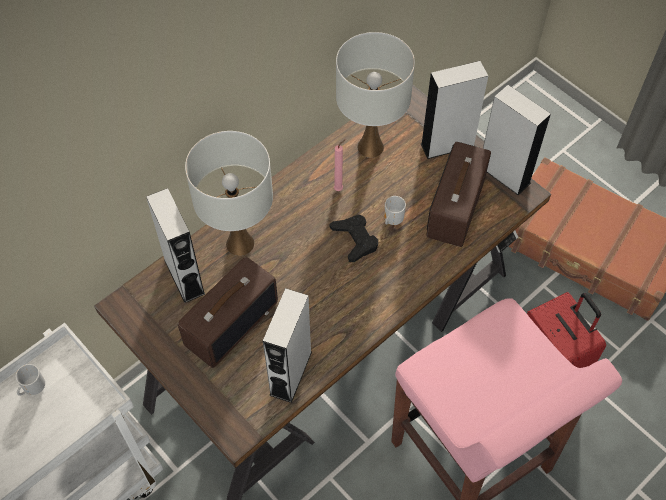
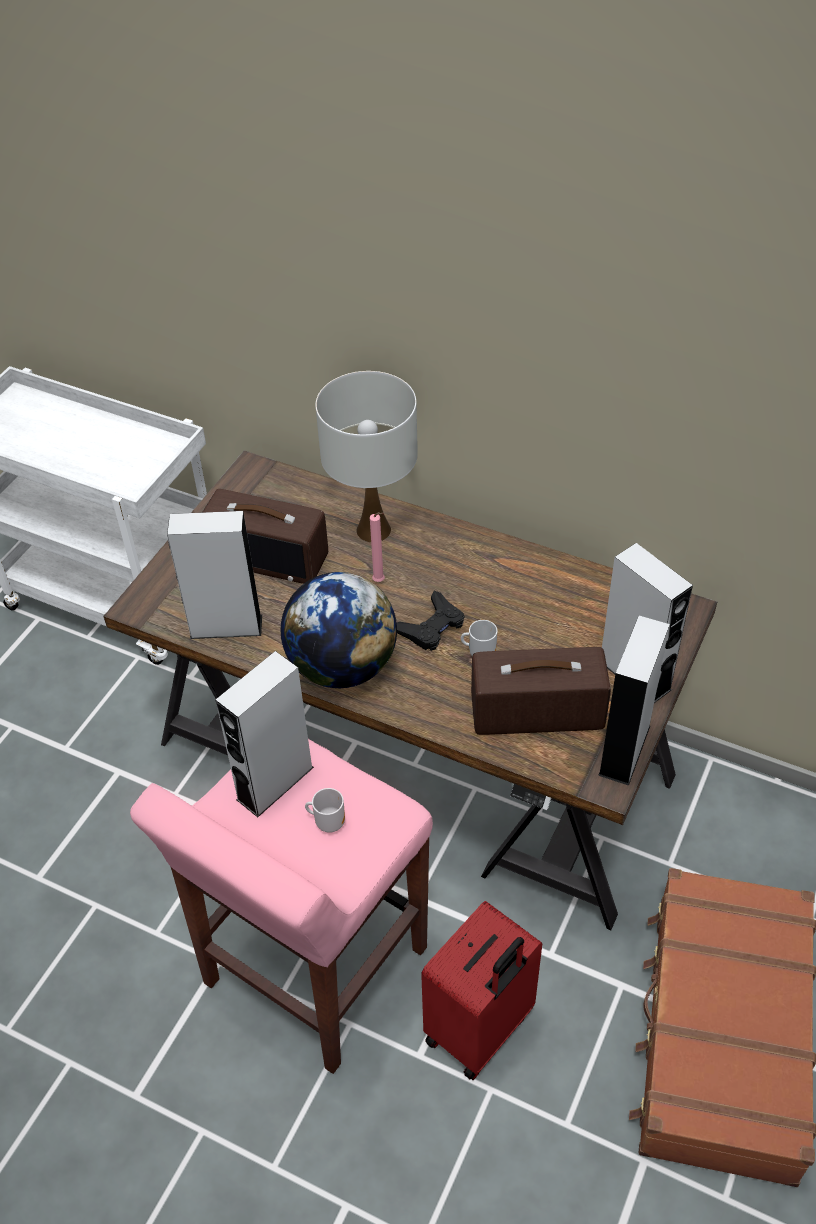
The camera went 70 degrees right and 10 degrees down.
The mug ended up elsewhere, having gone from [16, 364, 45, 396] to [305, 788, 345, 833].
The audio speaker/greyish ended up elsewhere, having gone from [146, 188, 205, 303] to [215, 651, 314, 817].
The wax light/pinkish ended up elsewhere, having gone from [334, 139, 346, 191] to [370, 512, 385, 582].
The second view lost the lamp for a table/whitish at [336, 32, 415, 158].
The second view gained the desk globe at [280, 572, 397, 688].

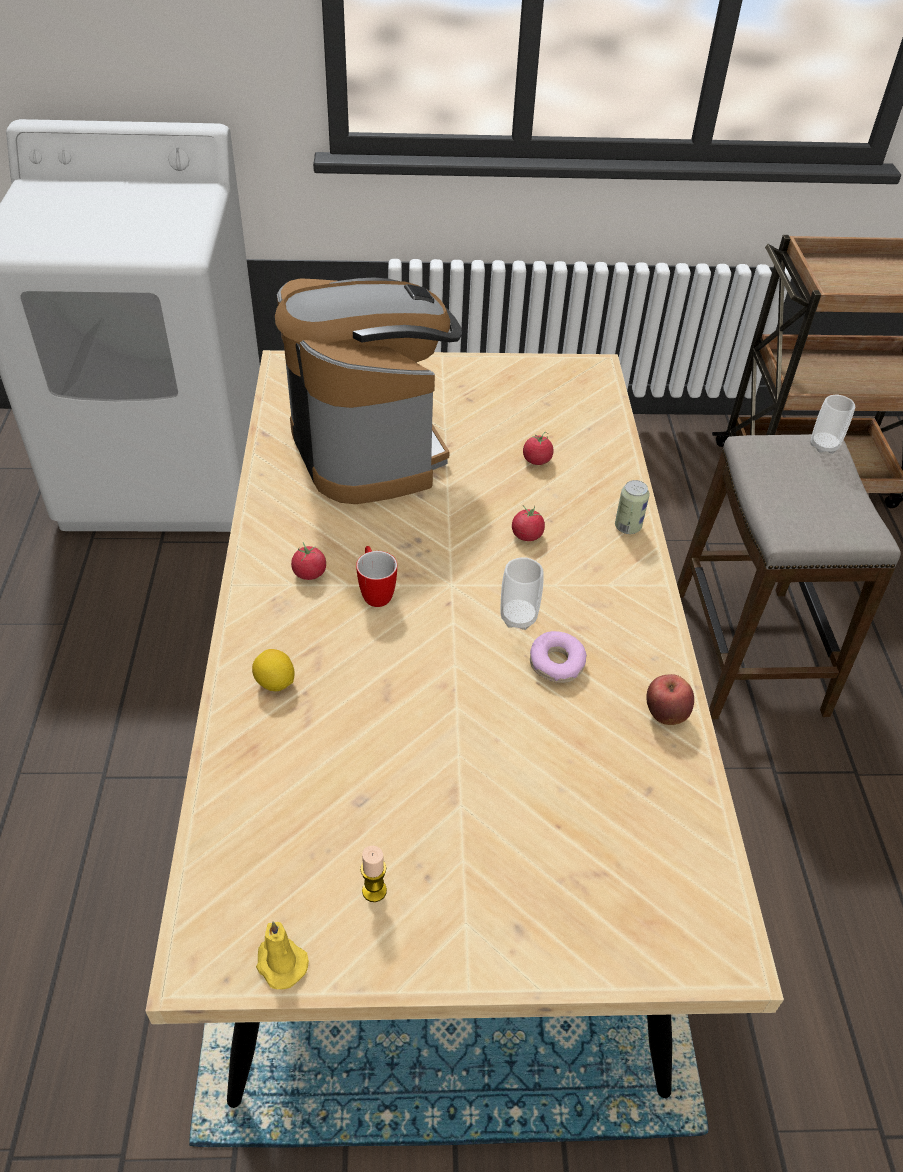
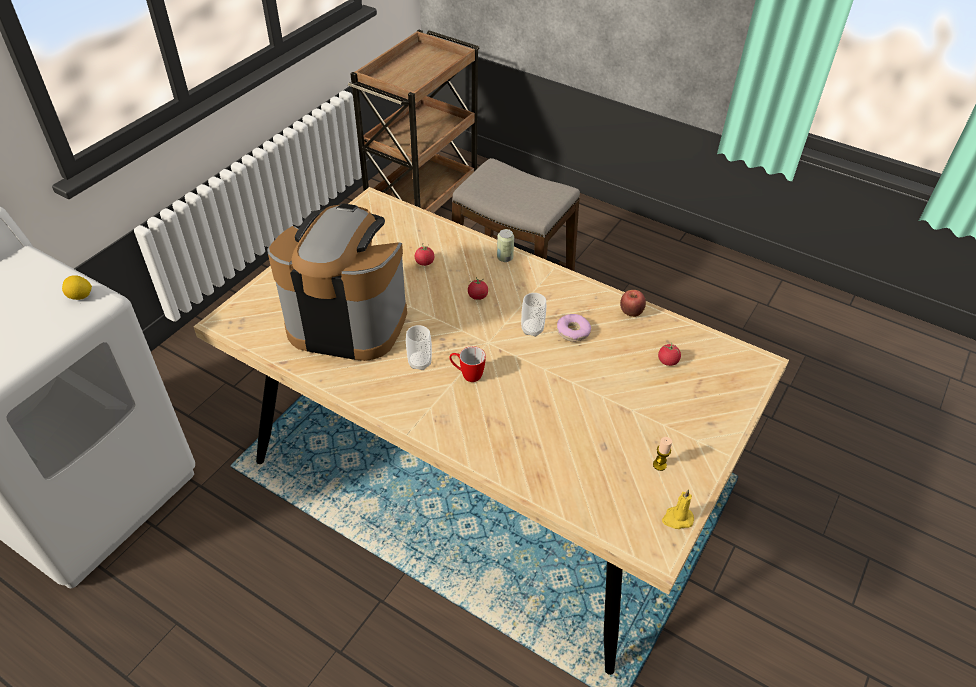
The camera went 55 degrees left and 0 degrees up.
The lemon ended up elsewhere, having gone from [252, 649, 295, 691] to [62, 275, 92, 300].
The whole tomato ended up elsewhere, having gone from [291, 542, 326, 580] to [658, 342, 681, 366].
The cup ended up elsewhere, having gone from [810, 395, 855, 454] to [406, 325, 432, 370].

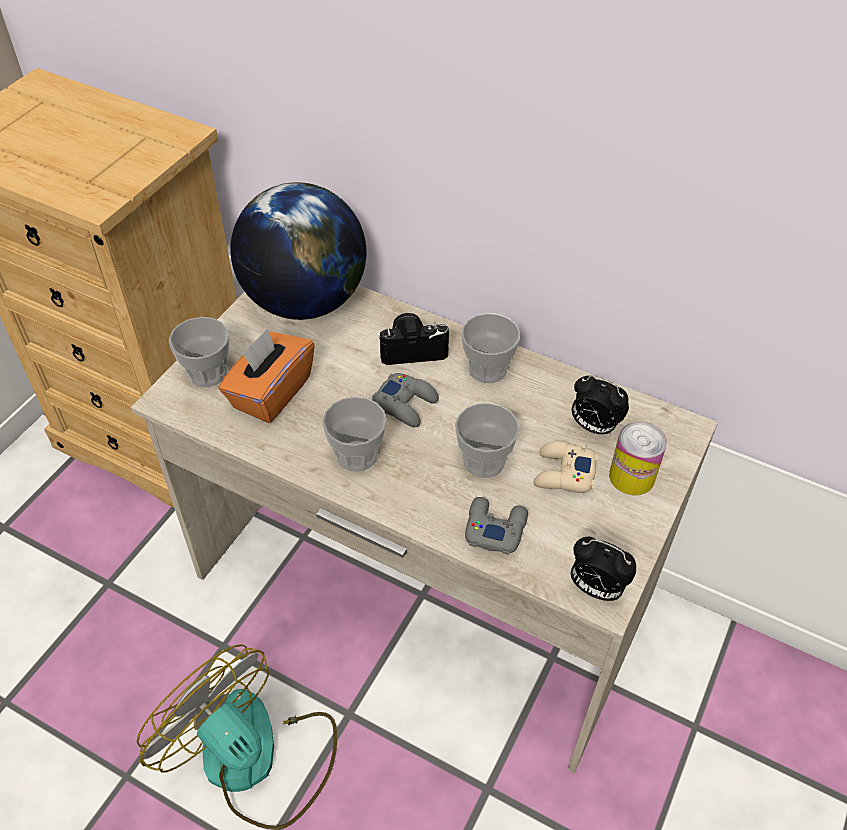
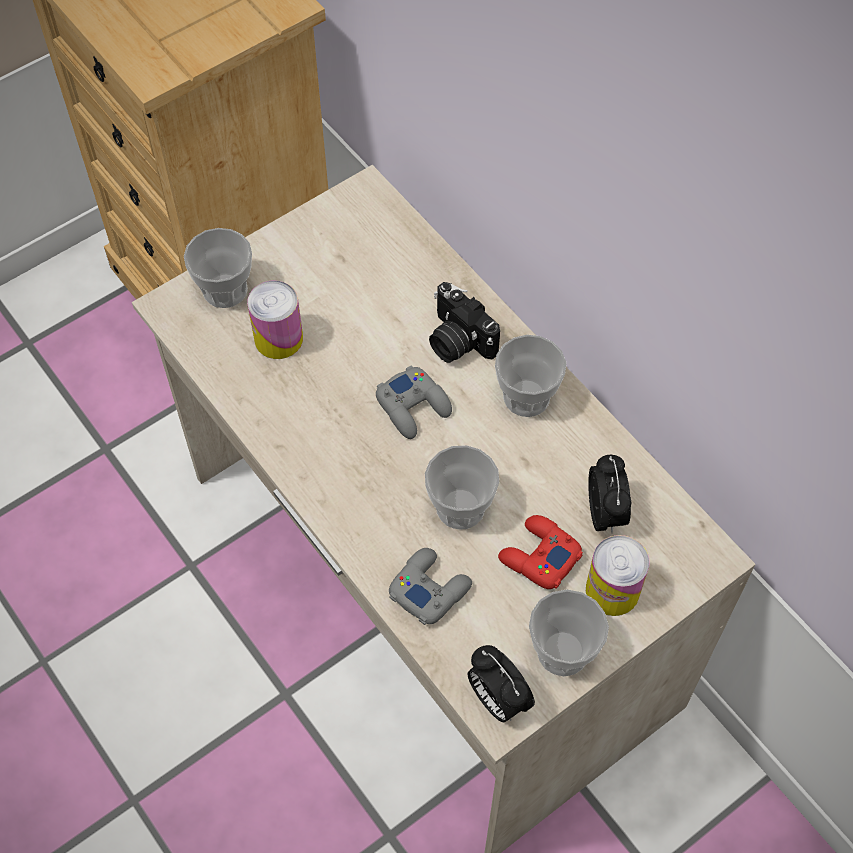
The camera went 25 degrees right and 10 degrees up.
The second view lost the electric fan at [136, 644, 337, 830].
Where the tissue holder/orange stood at [219, 328, 315, 423], the sealed can came to stand at [247, 281, 303, 359].
The second view lost the desk globe at [230, 182, 366, 320].
The cup ended up elsewhere, having gone from [322, 396, 387, 472] to [529, 589, 609, 677].
The still camera at [379, 313, 449, 365] ended up facing another way, 150 degrees counterclockwise from before.
What was the joypad/beige-coloured at [534, 441, 598, 493] turned into the joypad/reddish at [498, 515, 583, 589].
The table clock at [572, 375, 629, 436] ended up facing another way, 150 degrees counterclockwise from before.

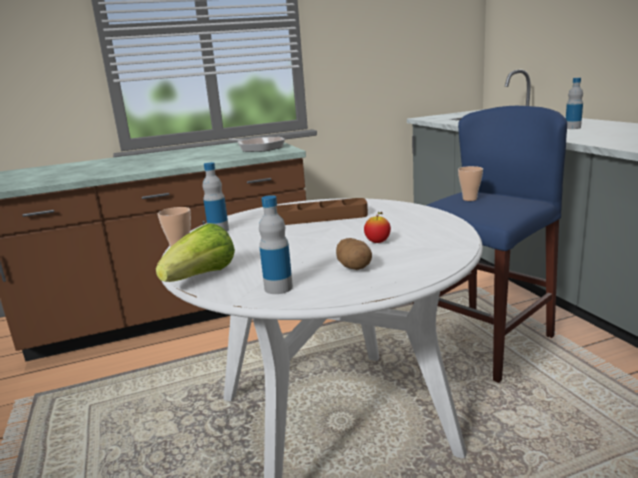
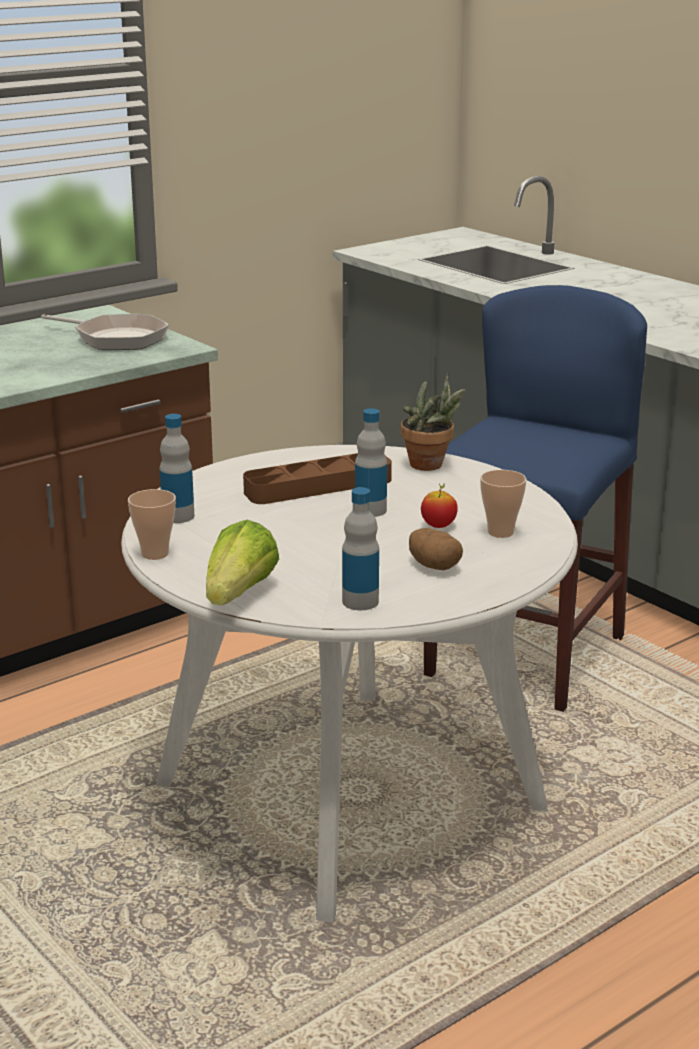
The camera went 20 degrees left and 5 degrees up.
The cup ended up elsewhere, having gone from [458, 166, 483, 201] to [480, 470, 527, 538].
The beverage bottle ended up elsewhere, having gone from [566, 78, 583, 129] to [355, 409, 387, 517].
The second view gained the houseplant at [401, 373, 466, 471].

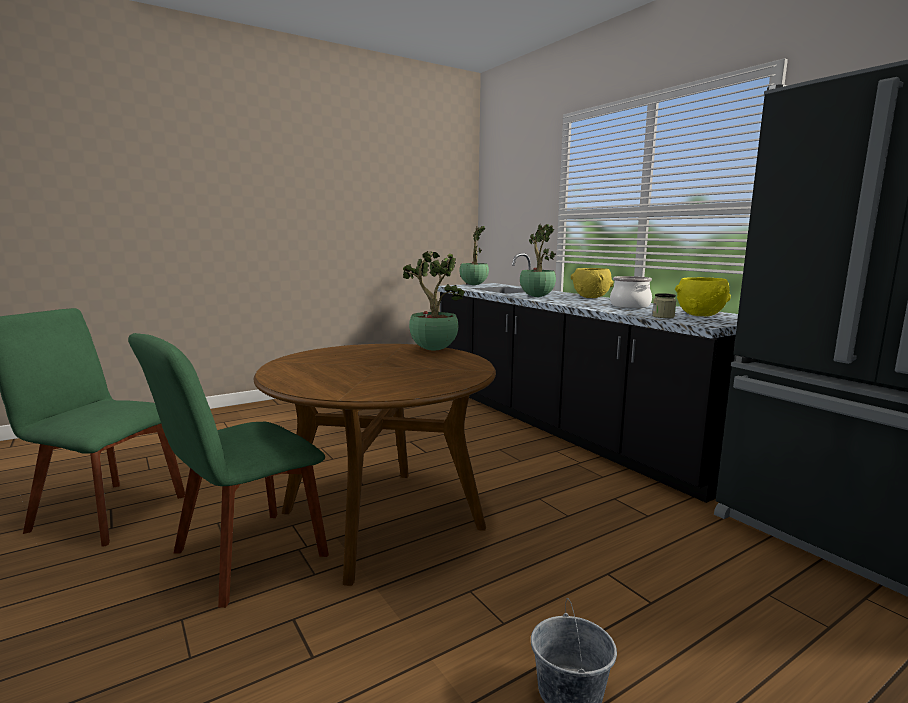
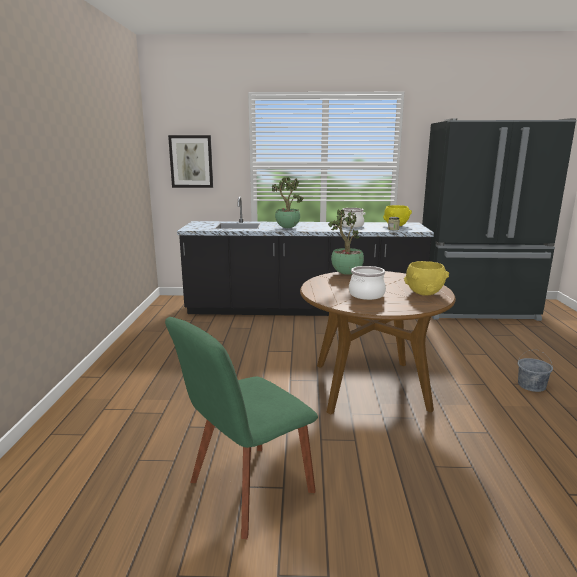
The camera went 55 degrees left and 5 degrees up.
The second view lost the chair/greenish at [128, 333, 329, 608].
The second view lost the houseplant at [459, 226, 489, 285].
The deep dish/yellow-coloured ended up elsewhere, having gone from [571, 268, 613, 298] to [404, 261, 449, 295].
The second view gained the picture at [168, 135, 213, 188].
The second view gained the stockpot at [349, 266, 386, 300].

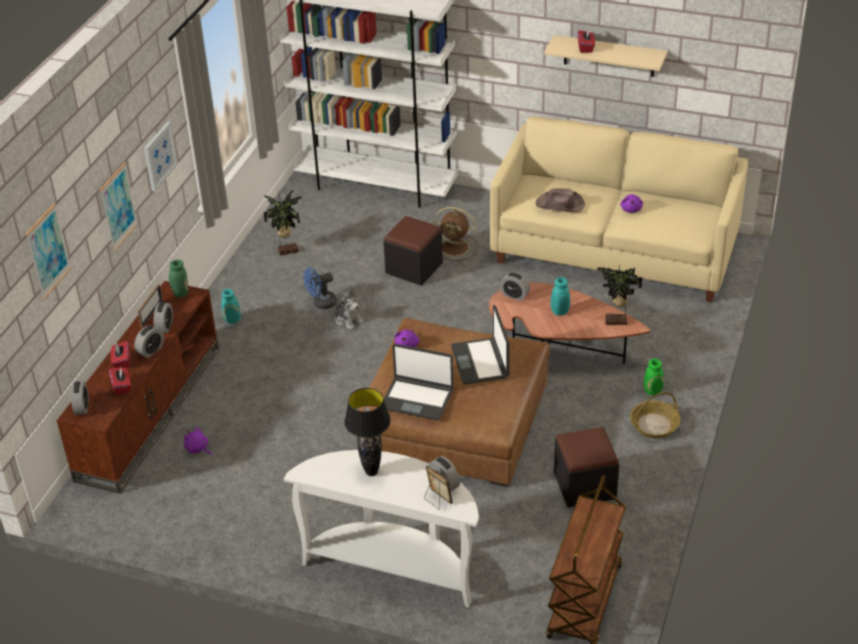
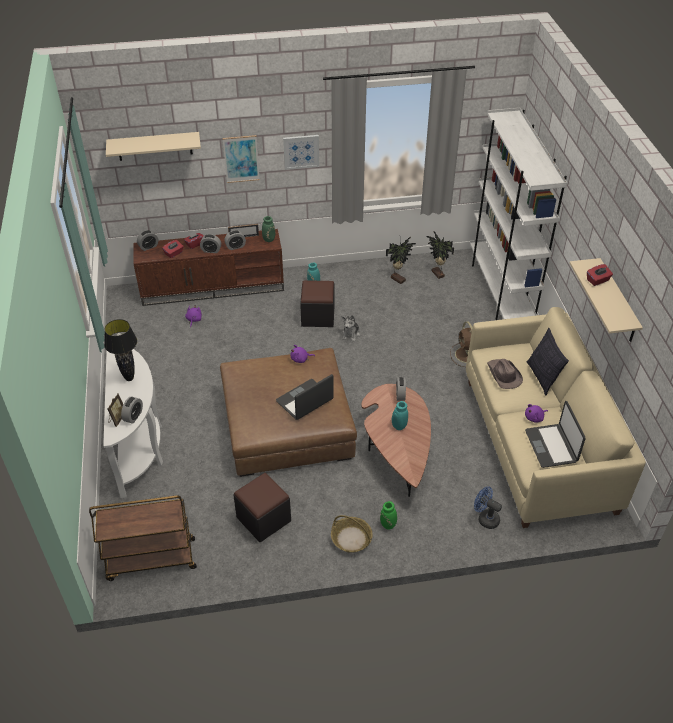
The camera went 60 degrees right and 5 degrees up.
Where the picture hung at [26, 203, 71, 300], the bracket shelf/beige-coloured came to hang at [106, 132, 201, 161].
The electric fan/blue ended up elsewhere, having gone from [304, 267, 337, 309] to [474, 486, 502, 529].
The footrest/black-coloured ended up elsewhere, having gone from [383, 216, 443, 286] to [300, 280, 334, 327].
The laptop ended up elsewhere, having gone from [384, 344, 453, 420] to [525, 401, 585, 468].
The houseplant ended up elsewhere, having gone from [597, 266, 642, 325] to [427, 232, 454, 279].
The second view gained the pillow at [527, 328, 569, 395].

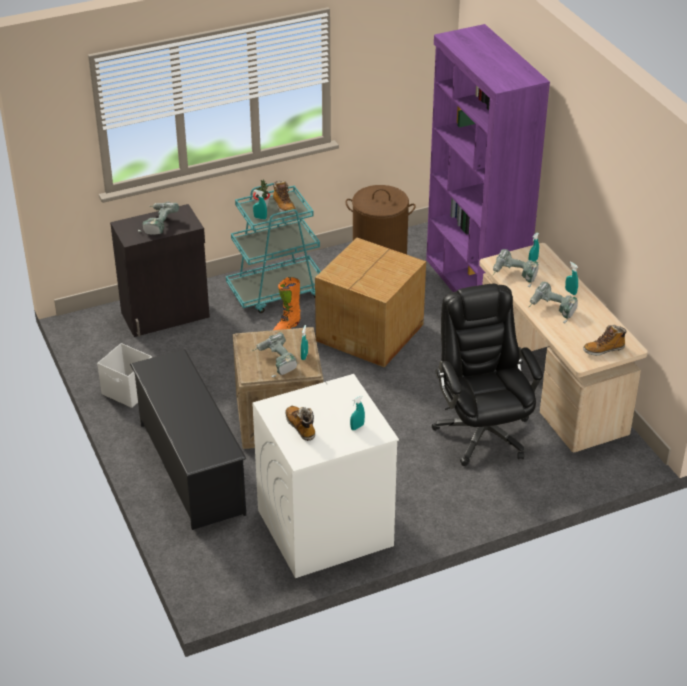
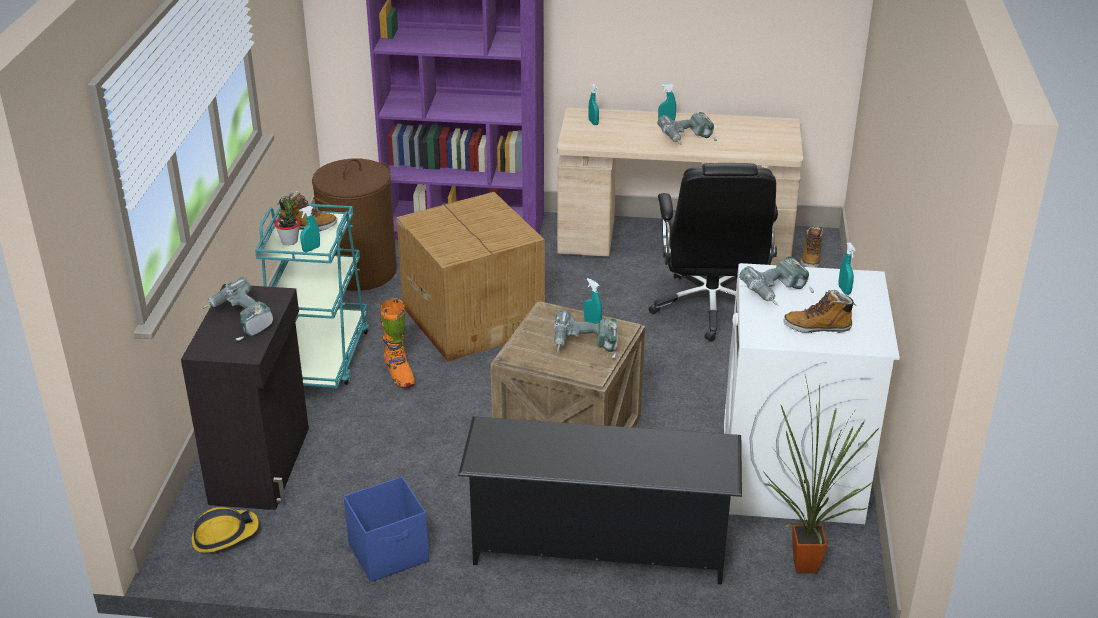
The camera went 60 degrees left and 5 degrees down.
What was the storage box/whitish at [97, 343, 152, 408] turned into the storage box/blue at [343, 477, 429, 582].
The computer chair/black-coloured at [432, 284, 543, 466] ended up facing another way, 105 degrees counterclockwise from before.
The electric drill ended up elsewhere, having gone from [493, 249, 539, 287] to [739, 256, 814, 306].
The boot ended up elsewhere, having gone from [583, 325, 627, 356] to [800, 227, 823, 268].
The second view gained the safety helmet at [192, 507, 259, 553].
The second view gained the houseplant at [763, 376, 880, 573].

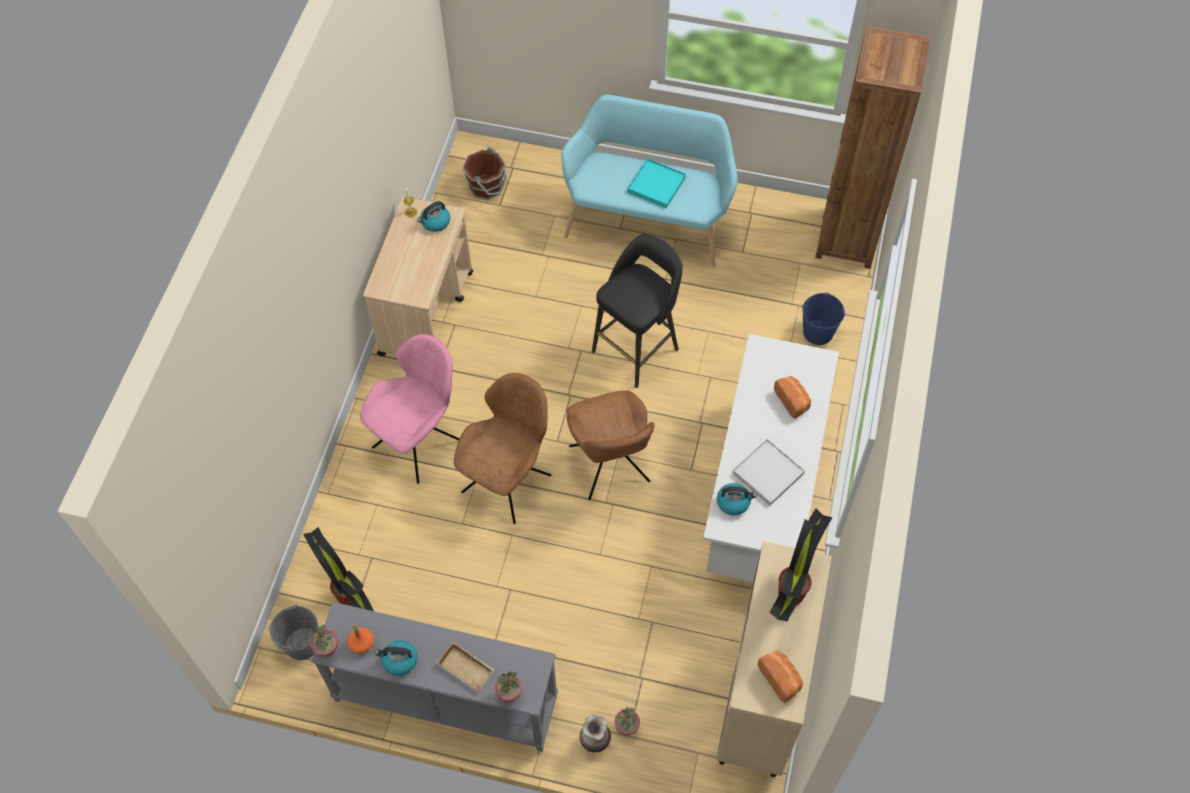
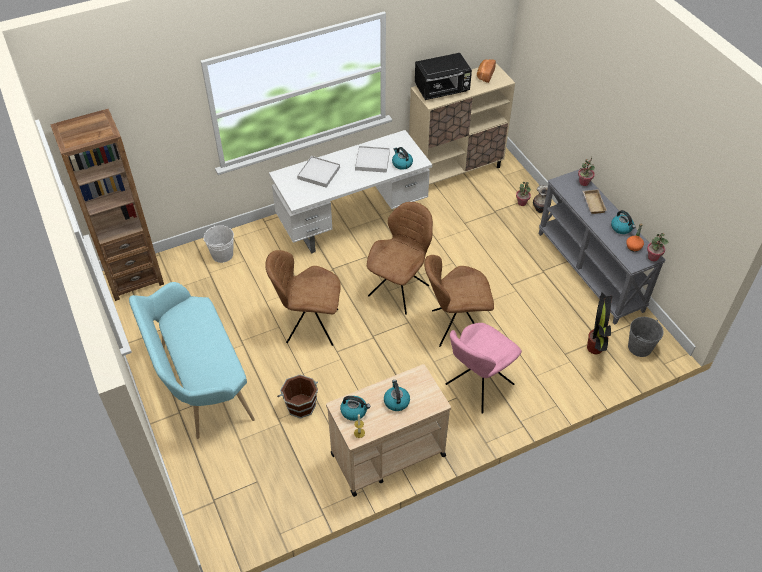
The camera went 130 degrees left and 10 degrees down.
The chair/pinkish at [360, 334, 460, 484] ended up facing another way, 45 degrees counterclockwise from before.
The pail/brown-coloured ended up elsewhere, having gone from [463, 147, 507, 200] to [277, 375, 318, 419].
Where the stool seat/black-coloured stood at [592, 234, 683, 388], the chair/brown-coloured came to stand at [265, 250, 341, 346].
The second view lost the tray/blue-green at [627, 158, 686, 208].
Where the houseplant stood at [770, 508, 833, 621], the kitchen microwave/black-coloured came to stand at [415, 53, 472, 100].
Where the bread stood at [774, 376, 811, 419], the tray/whitish came to stand at [297, 156, 340, 188].
What was the pail/blue at [802, 293, 845, 345] turned into the pail/whitish at [204, 225, 234, 263].
The second view gained the water kettle at [384, 380, 410, 411].

